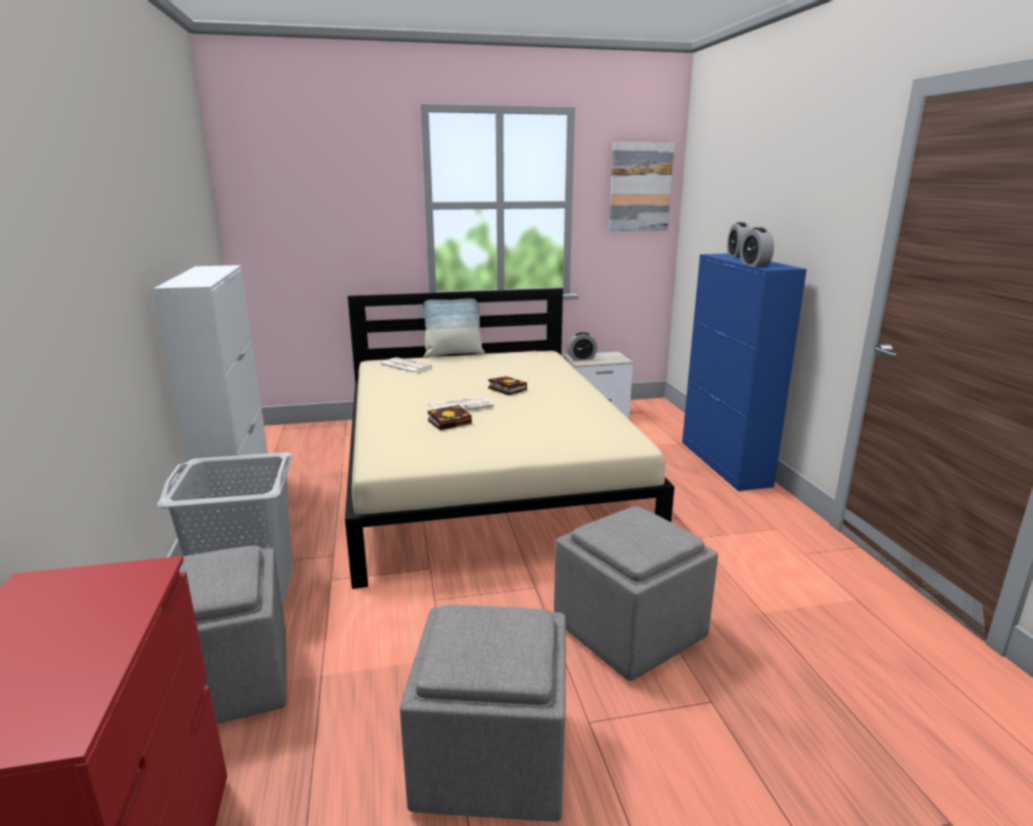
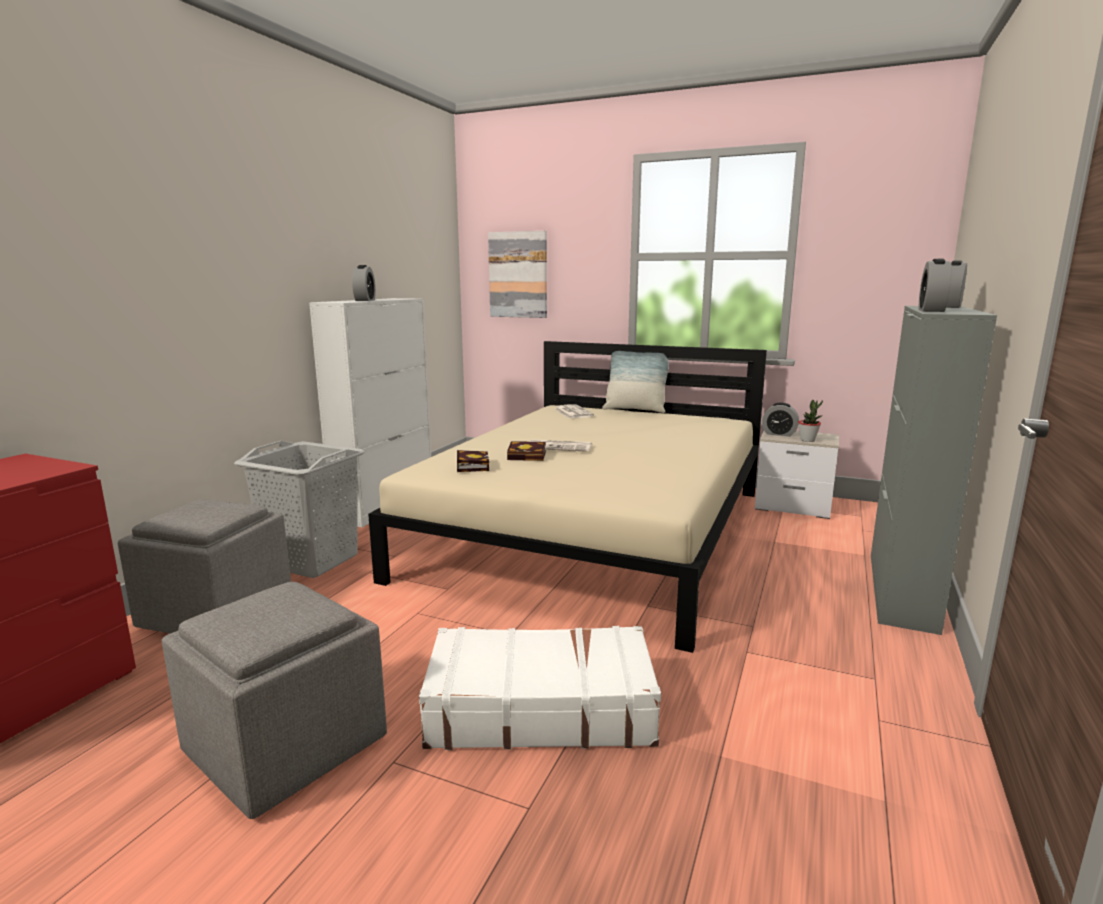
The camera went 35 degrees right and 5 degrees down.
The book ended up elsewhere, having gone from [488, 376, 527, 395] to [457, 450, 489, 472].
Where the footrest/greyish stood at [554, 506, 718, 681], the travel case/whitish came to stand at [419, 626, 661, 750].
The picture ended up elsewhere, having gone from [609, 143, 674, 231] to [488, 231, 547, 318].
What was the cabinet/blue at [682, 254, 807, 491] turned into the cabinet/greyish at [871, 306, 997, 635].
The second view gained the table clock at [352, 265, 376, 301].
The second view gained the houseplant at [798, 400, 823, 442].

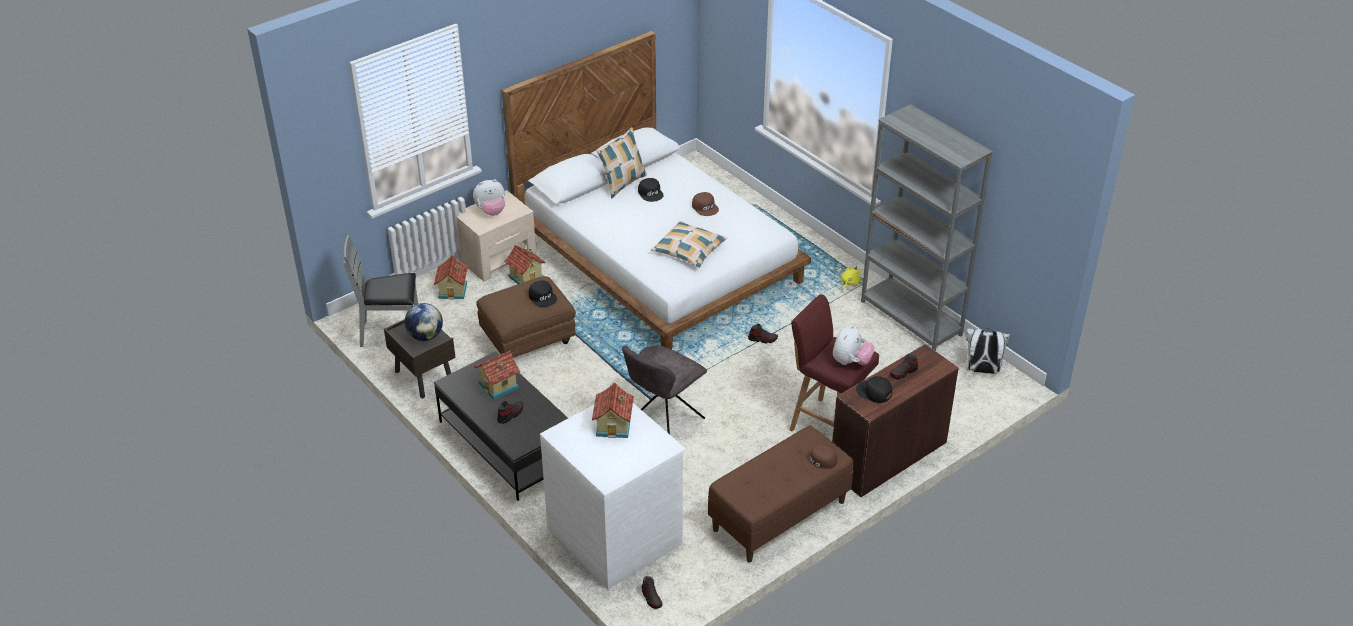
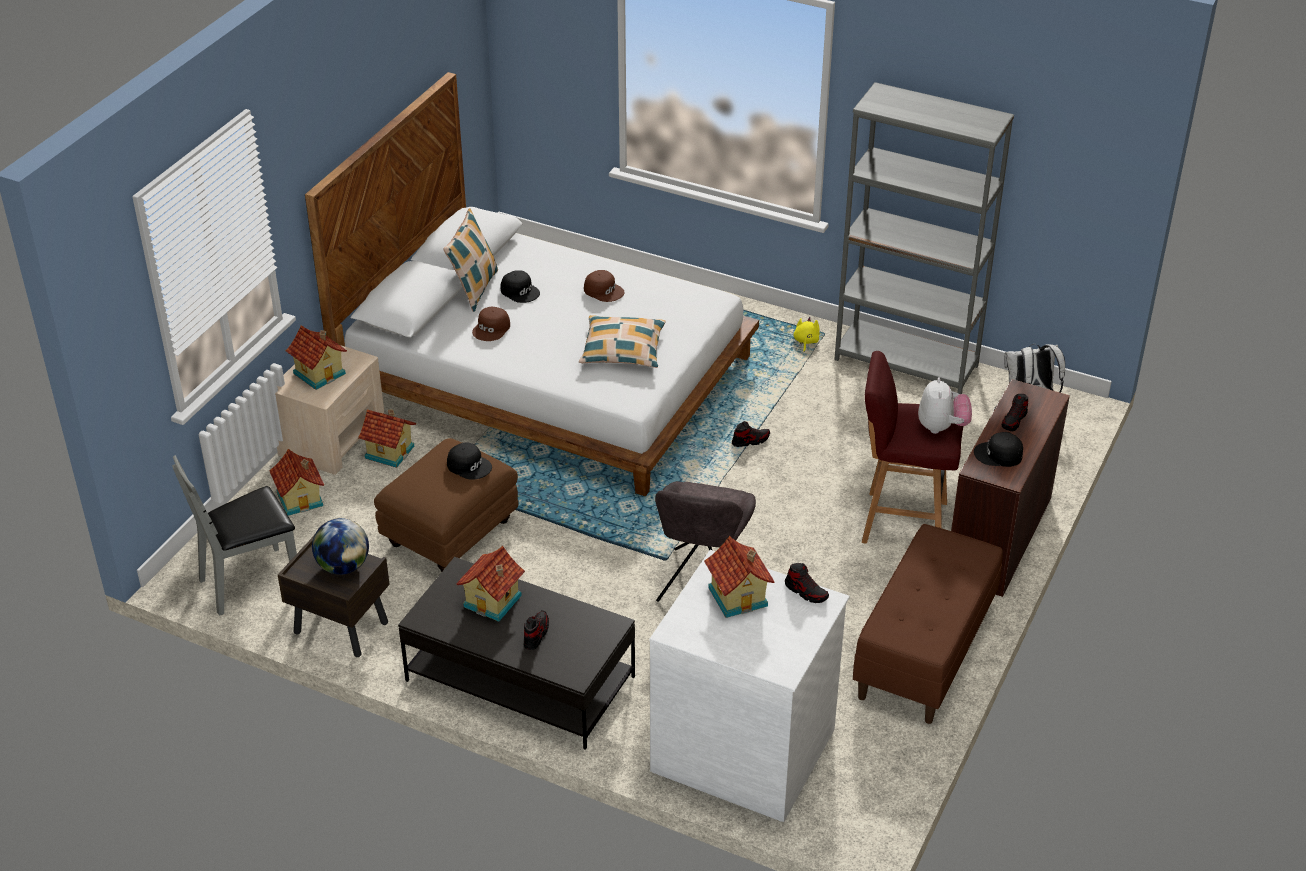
The camera went 25 degrees left and 0 degrees up.
Where the cuddly toy stood at [473, 179, 505, 216], the toy house came to stand at [286, 325, 347, 390].
The item of footwear ended up elsewhere, having gone from [642, 576, 663, 609] to [785, 563, 829, 603].
The baseball cap/brown-coloured ended up elsewhere, having gone from [803, 444, 838, 474] to [472, 307, 510, 341].

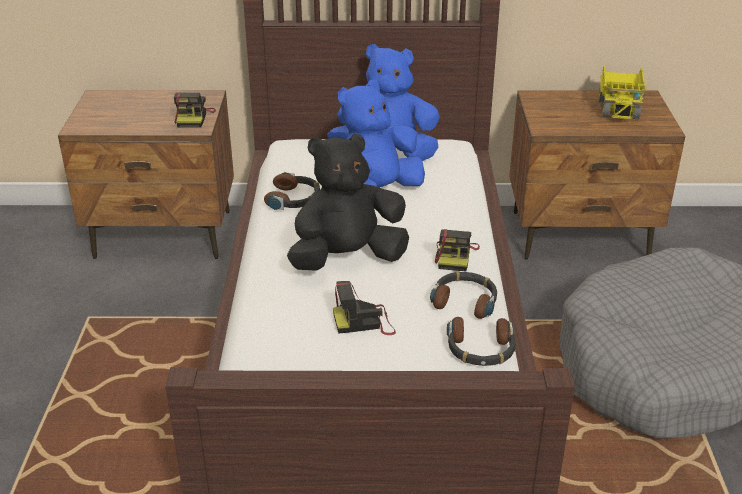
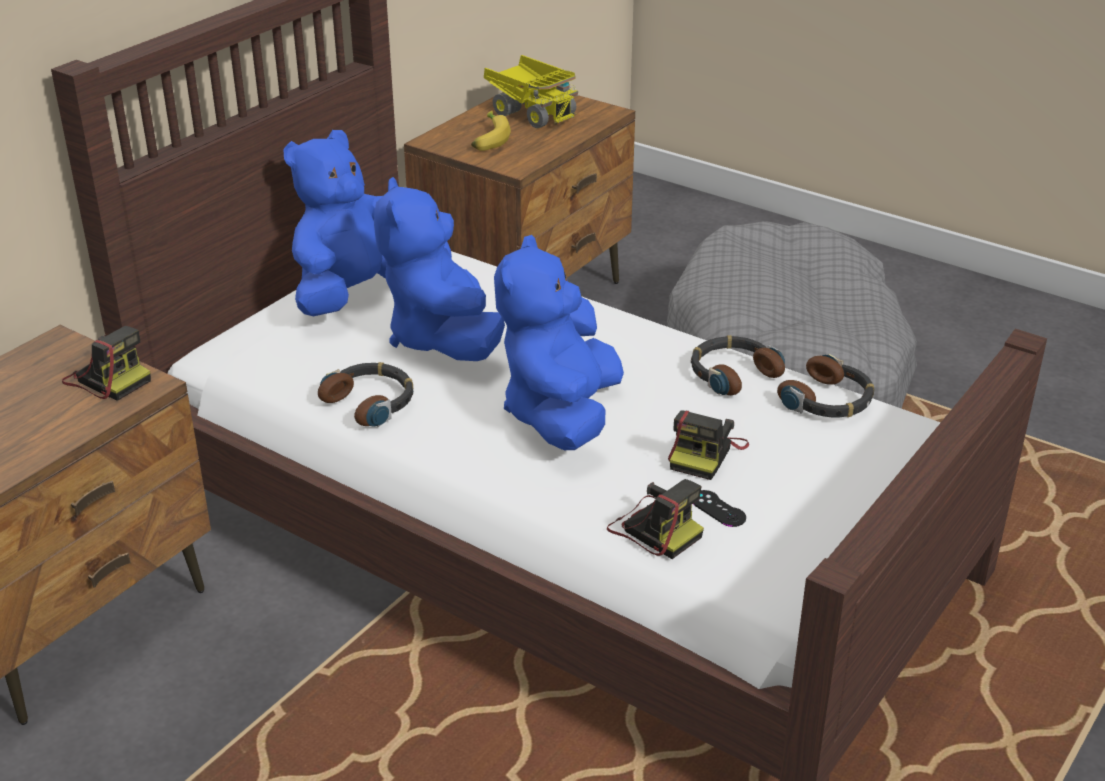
The camera went 55 degrees left and 0 degrees up.
What was the cuddly toy/black-coloured at [287, 134, 409, 271] turned into the cuddly toy/blue at [494, 235, 624, 450].
The still camera ended up elsewhere, having gone from [435, 229, 480, 271] to [607, 479, 704, 559].
The second view gained the whole banana at [471, 111, 511, 151].
The second view gained the joypad/black-coloured at [693, 490, 746, 527].

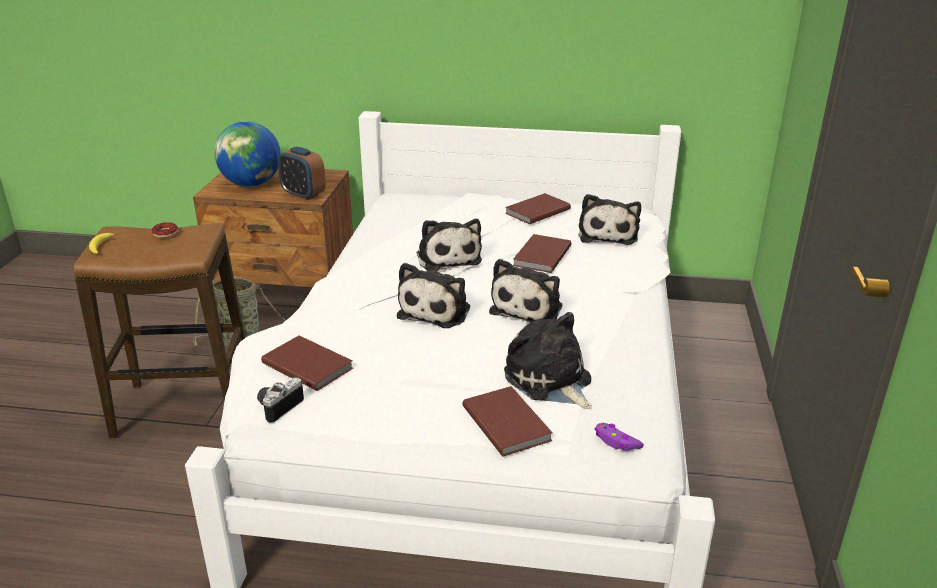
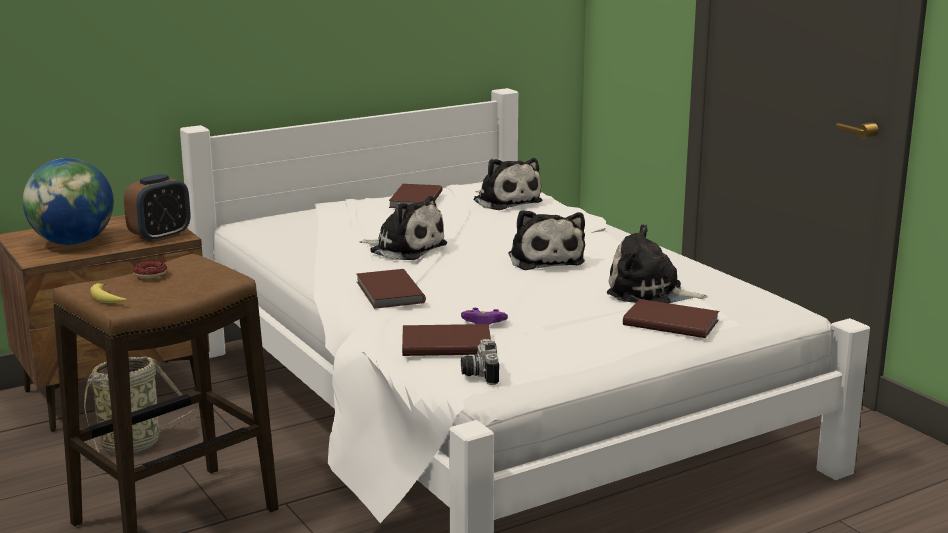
The camera went 40 degrees left and 10 degrees down.
The table clock at [278, 147, 326, 200] ended up facing another way, 45 degrees counterclockwise from before.
The second view lost the cuddly toy at [397, 263, 470, 328].
The book/brown-coloured ended up elsewhere, having gone from [513, 234, 571, 273] to [357, 269, 426, 309].
The joypad/purple-coloured ended up elsewhere, having gone from [595, 423, 644, 451] to [461, 308, 508, 325].

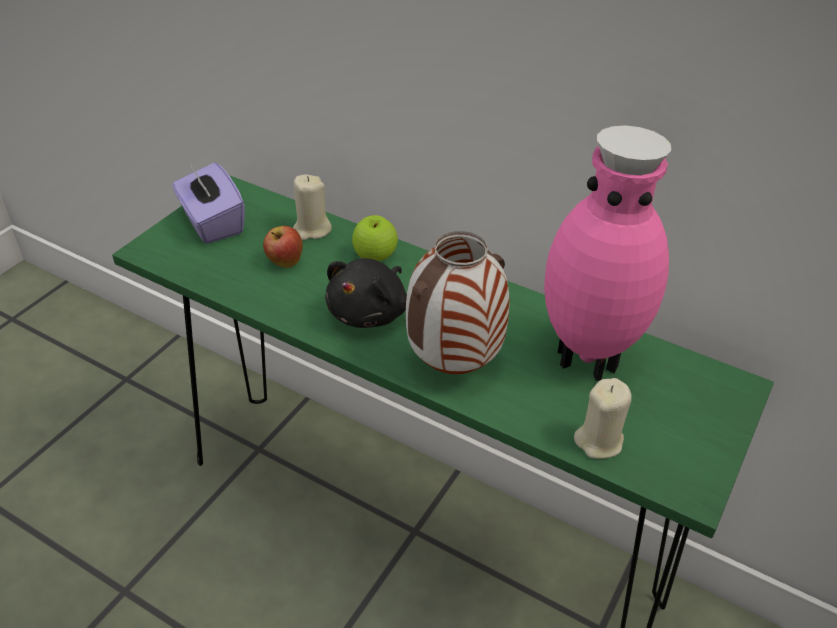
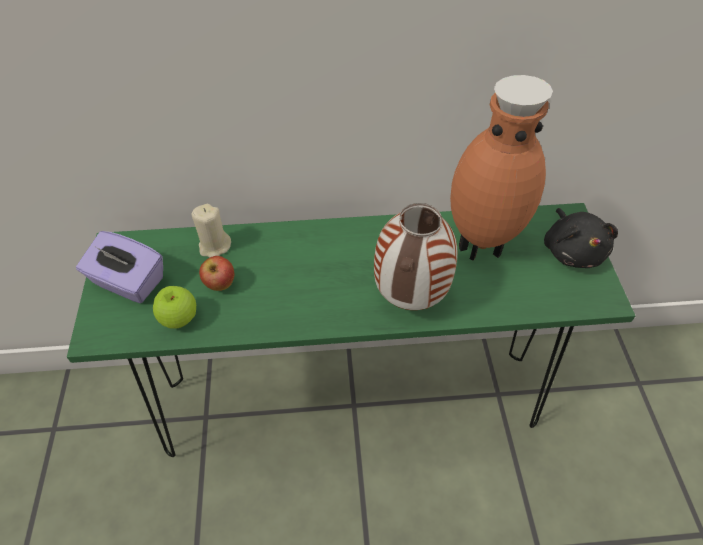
The camera went 35 degrees left and 10 degrees up.
The cuddly toy/black-coloured ended up elsewhere, having gone from [325, 258, 407, 328] to [544, 208, 618, 268].
The whole apple ended up elsewhere, having gone from [352, 215, 398, 261] to [153, 286, 196, 329].
What was the decorative vase/pinkish at [544, 125, 671, 381] turned into the decorative vase/brown-coloured at [450, 75, 553, 261].
The second view lost the wax light/beige-coloured at [574, 378, 632, 459].

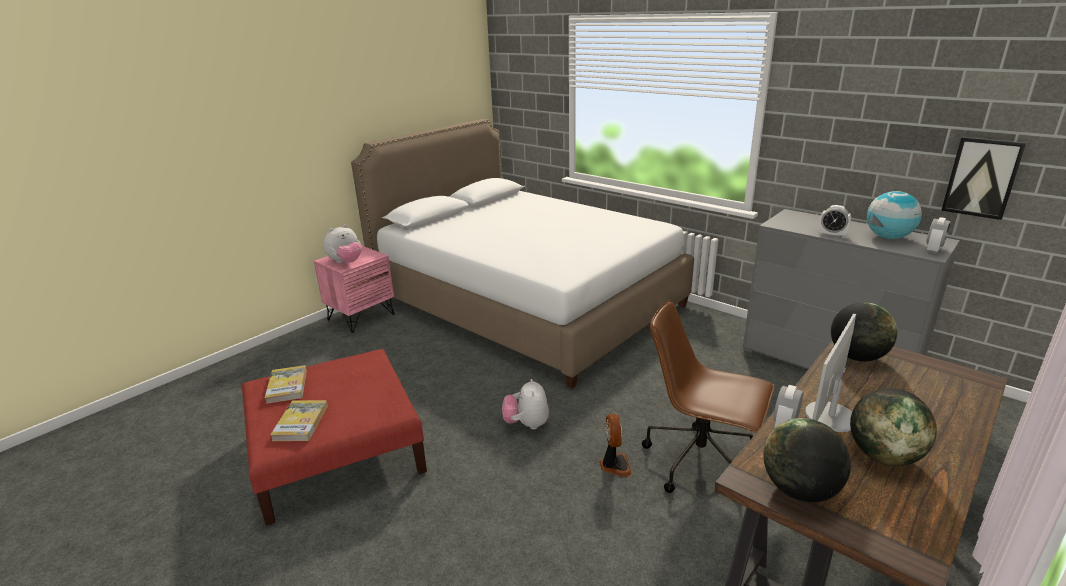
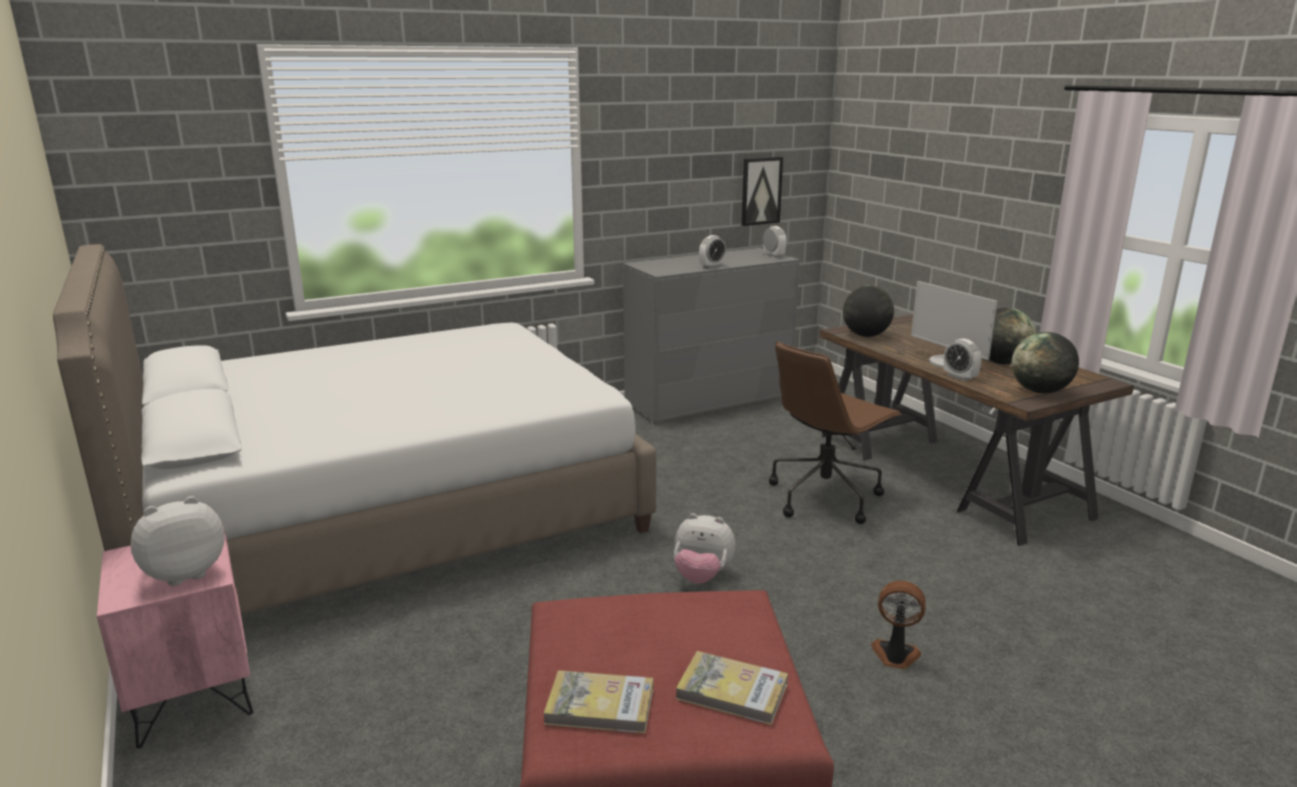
The camera went 70 degrees left and 5 degrees down.
The cuddly toy at [323, 225, 362, 263] ended up facing another way, 105 degrees counterclockwise from before.
The electric fan ended up elsewhere, having gone from [600, 414, 632, 477] to [871, 581, 926, 669].
The second view lost the desk globe at [867, 191, 922, 239].

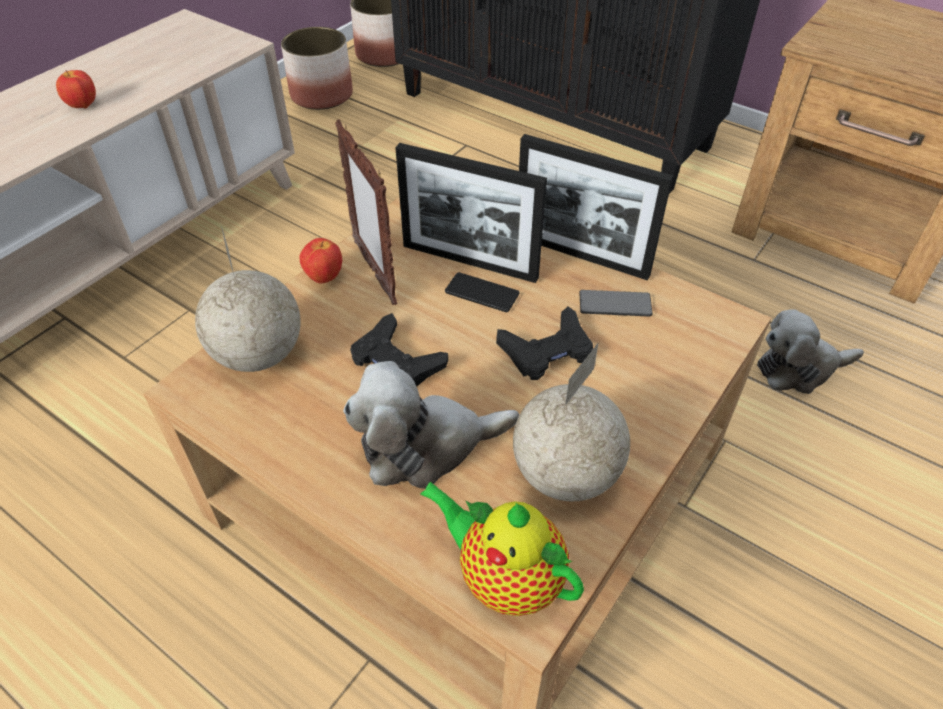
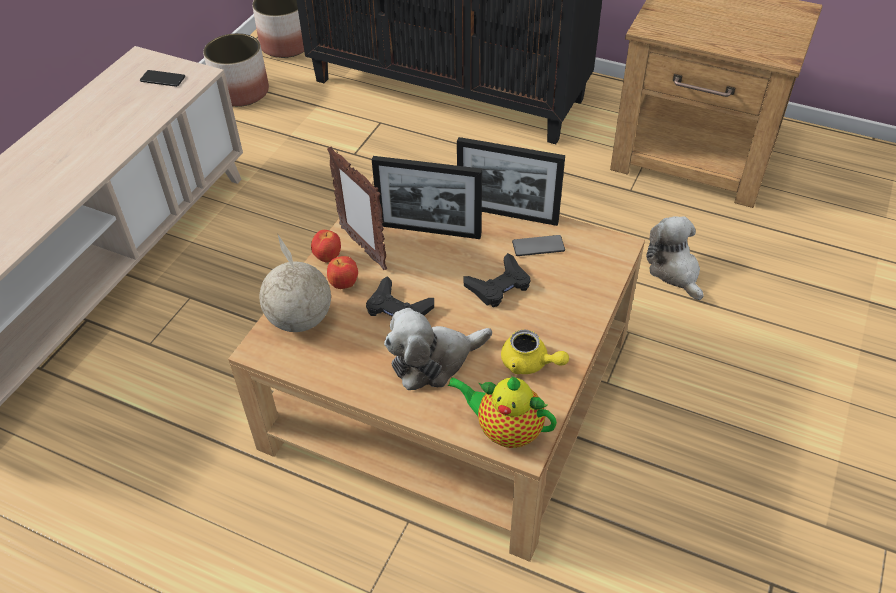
The camera went 10 degrees left and 0 degrees up.
The whole apple ended up elsewhere, having gone from [56, 70, 96, 108] to [327, 256, 358, 289].
The handset ended up elsewhere, having gone from [445, 272, 519, 312] to [140, 70, 185, 87].
Where the desk globe stood at [513, 342, 630, 501], the tea pot/yellow-coloured came to stand at [501, 330, 569, 374].
The cuddly toy at [757, 309, 864, 394] ended up facing another way, 90 degrees clockwise from before.

